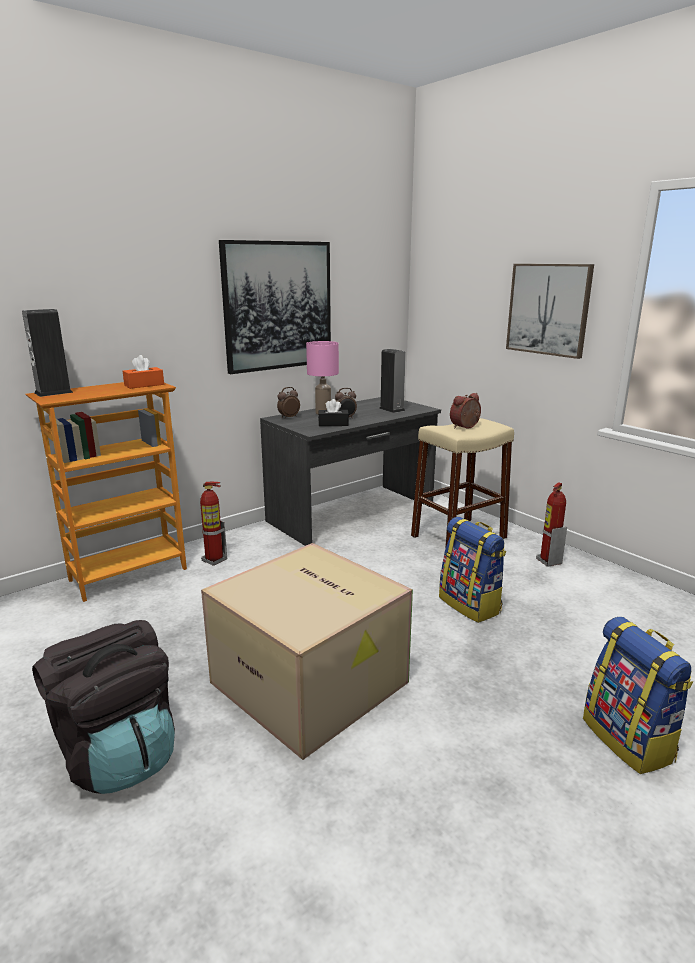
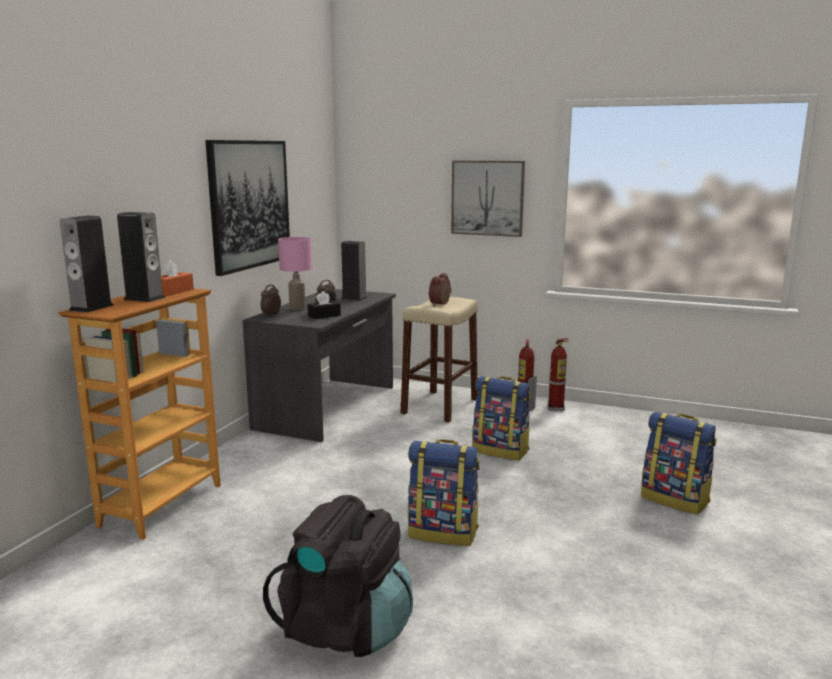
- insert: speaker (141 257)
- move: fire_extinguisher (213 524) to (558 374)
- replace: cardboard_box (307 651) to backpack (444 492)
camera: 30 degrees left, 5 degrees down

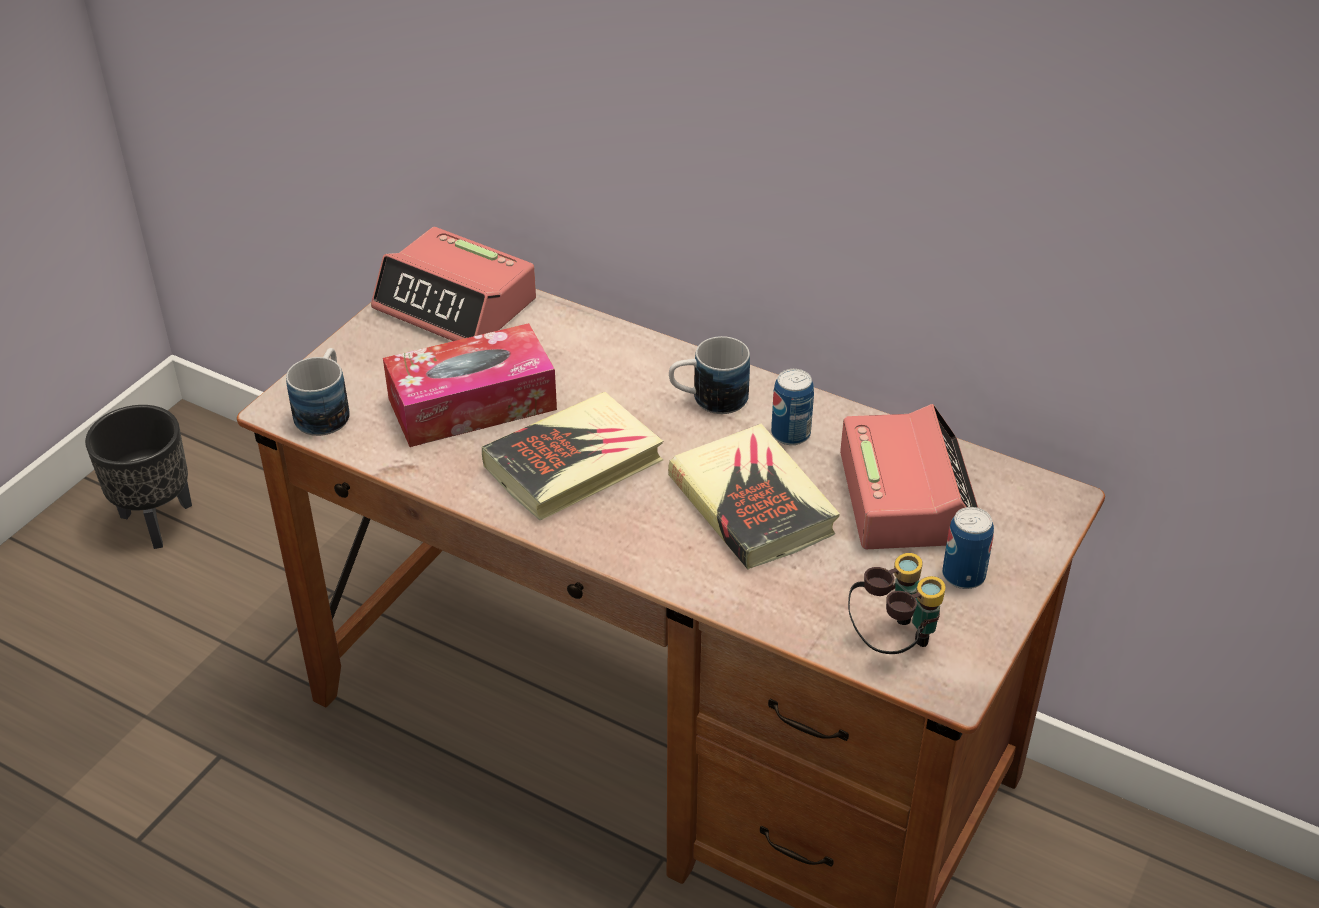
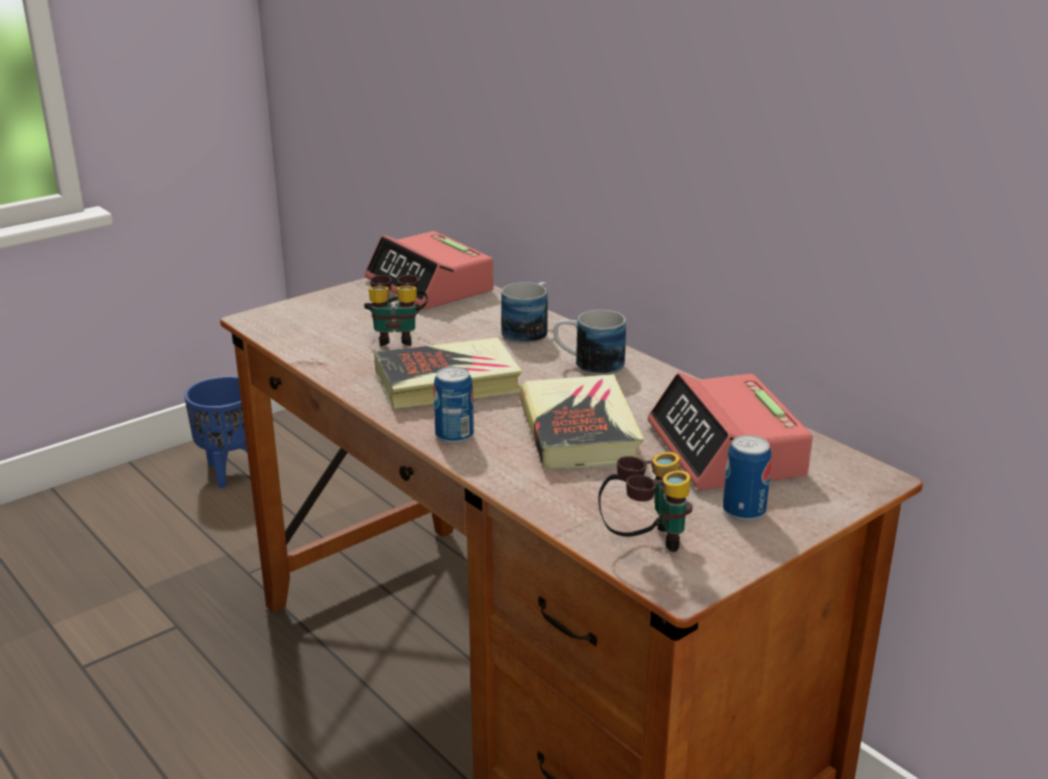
- move: mug (318 392) to (524 313)
- move: can (792 407) to (454 405)
- replace: tissue_box (470 385) to binoculars (396 310)
- recolor: black_planter (138 477) to blue_planter (215 432)
- rotate: alarm_clock (909 476) = (730 431) 150 degrees clockwise
camera: 20 degrees right, 15 degrees down

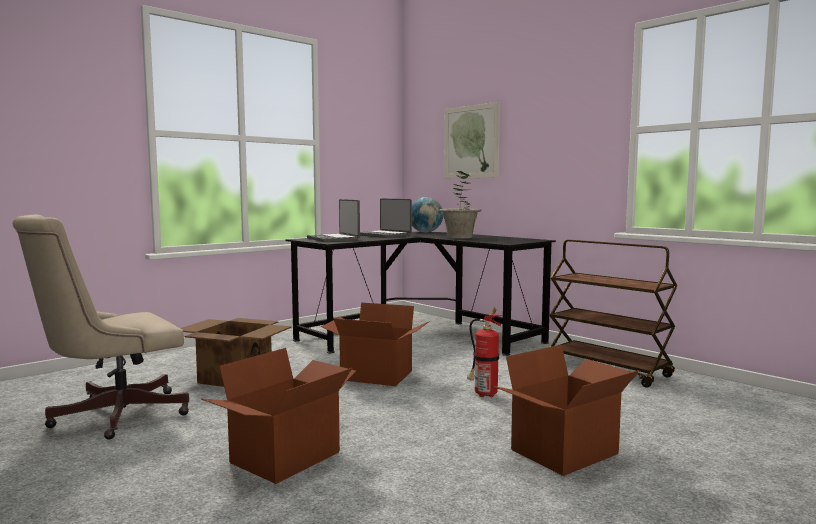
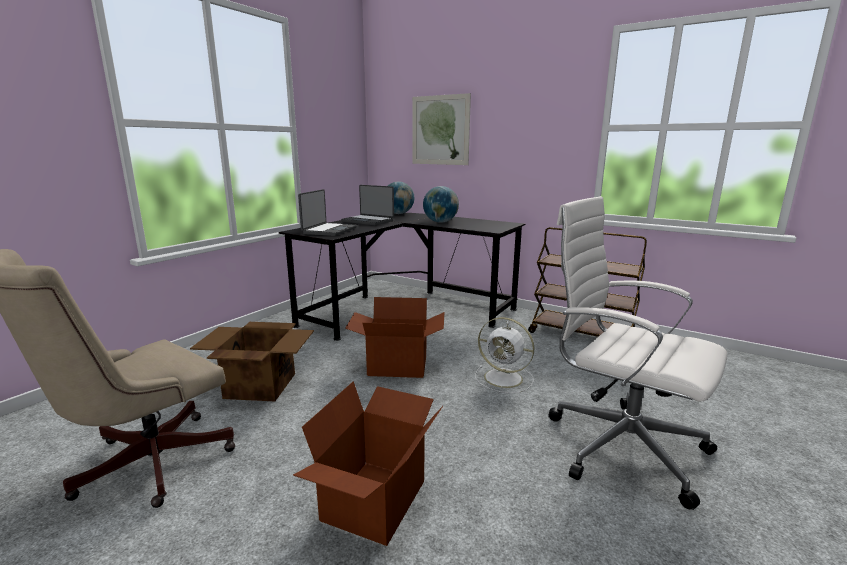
- replace: potted_plant (460 205) to globe (441 204)
- replace: fire_extinguisher (484 352) to white_fan (504 355)
- replace: cardboard_box (566 410) to white_office_chair (637 353)
- rotate: laptop (333 220) = (327 212) 120 degrees counterclockwise
camera: 15 degrees left, 10 degrees up

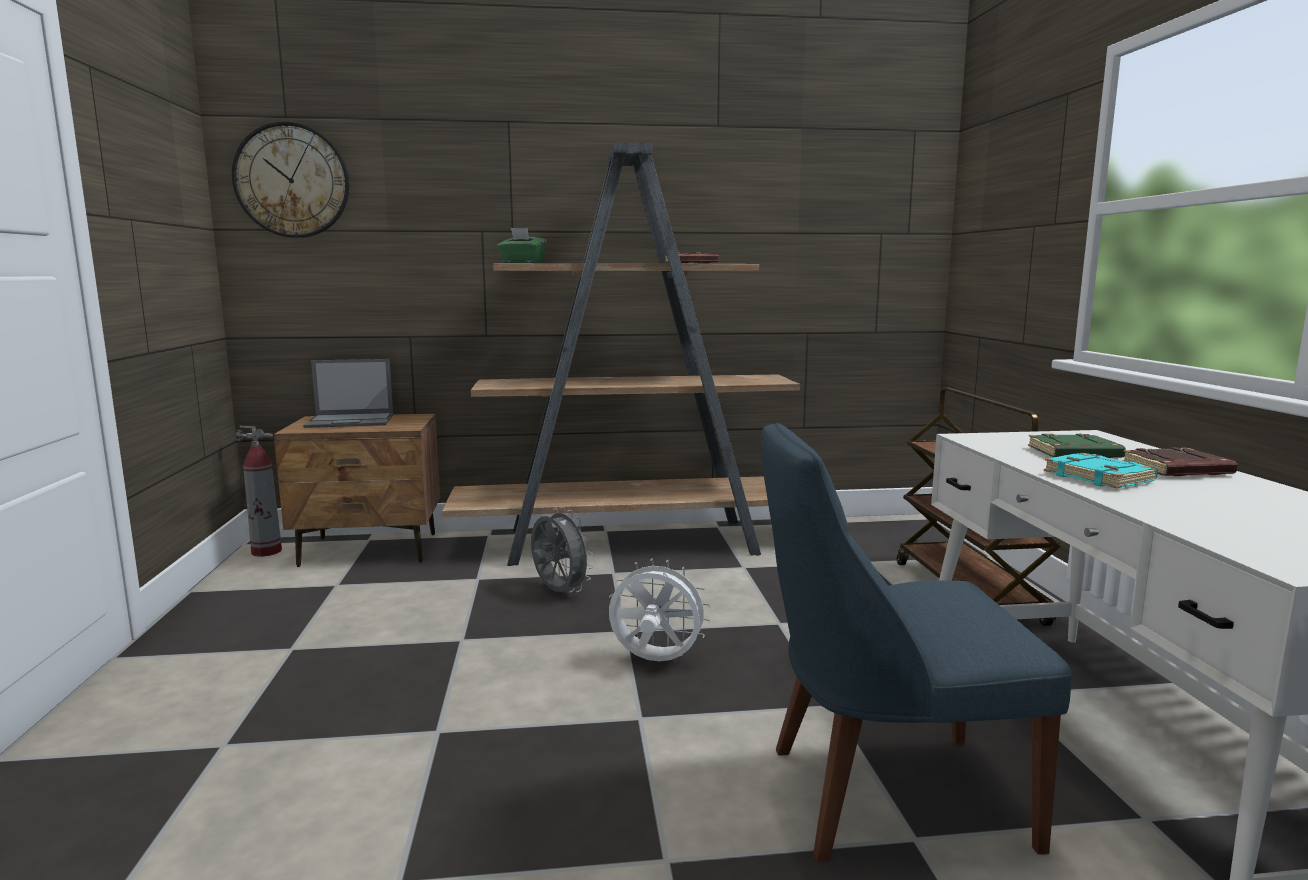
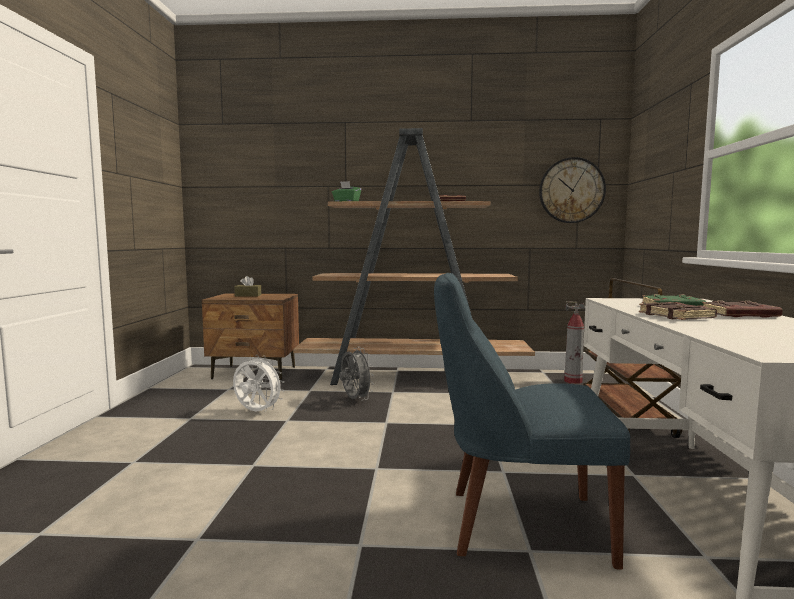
- move: wall_clock (291 179) to (572 190)
- move: fire_extinguisher (259 491) to (574 342)
- move: white_fan (660 609) to (259 383)
- replace: laptop (348 393) to brown_tissue_box (247 286)
- recolor: turquoise_book (1101 471) to brown_book (678 311)
camera: 10 degrees right, 5 degrees down

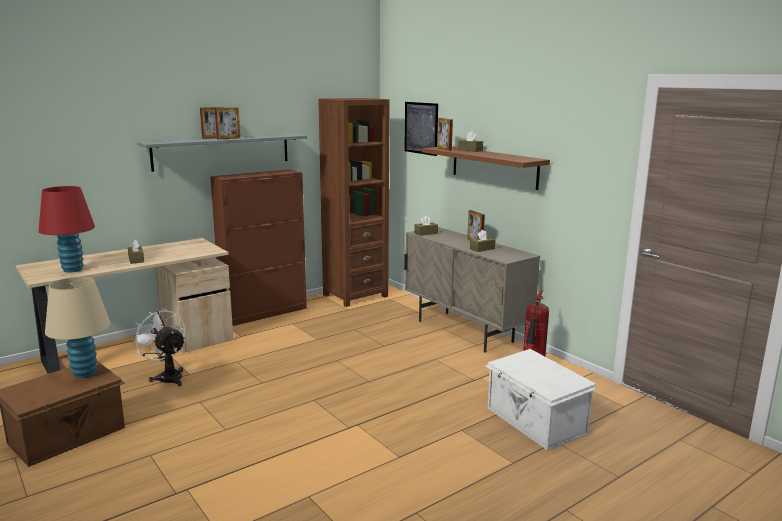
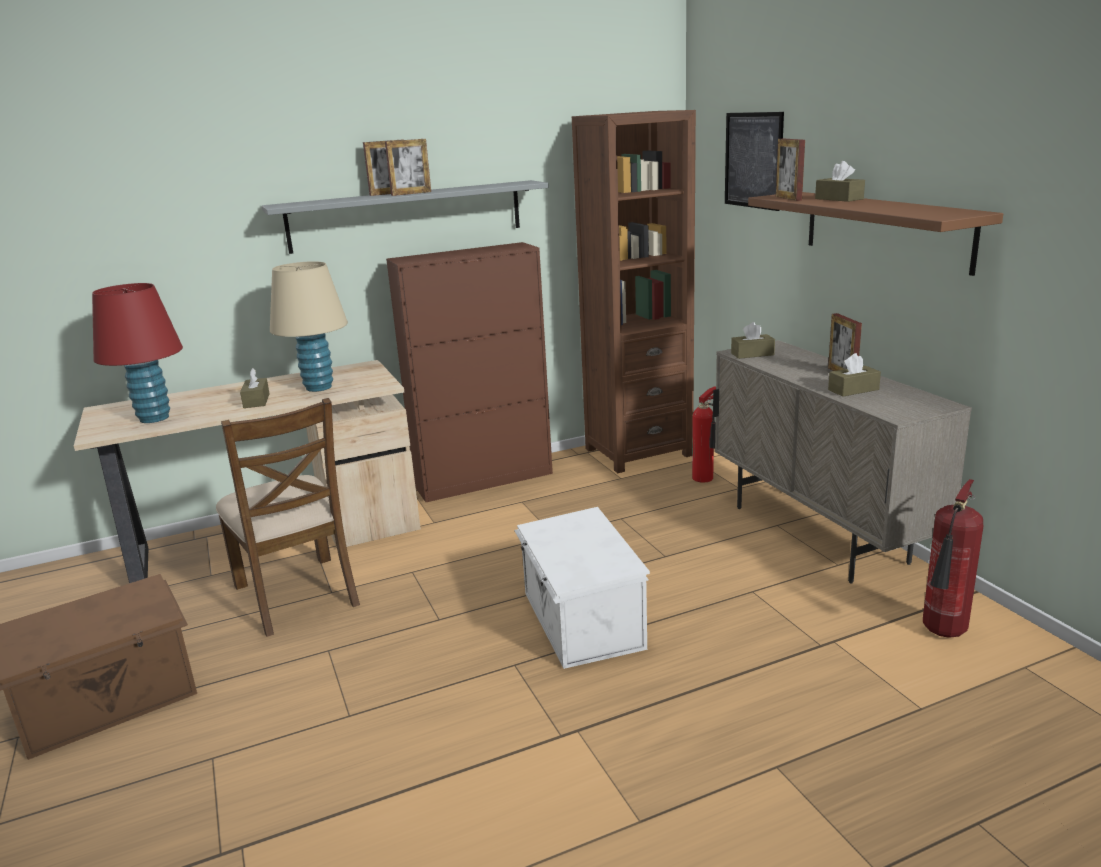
- insert: fire_extinguisher (704 434)
- move: beige_table_lamp (78 327) to (309 326)
- move: white_storage_box (541 399) to (582 588)
- replace: white_fan (158 347) to brown_chair (288 517)
camera: 15 degrees right, 5 degrees up

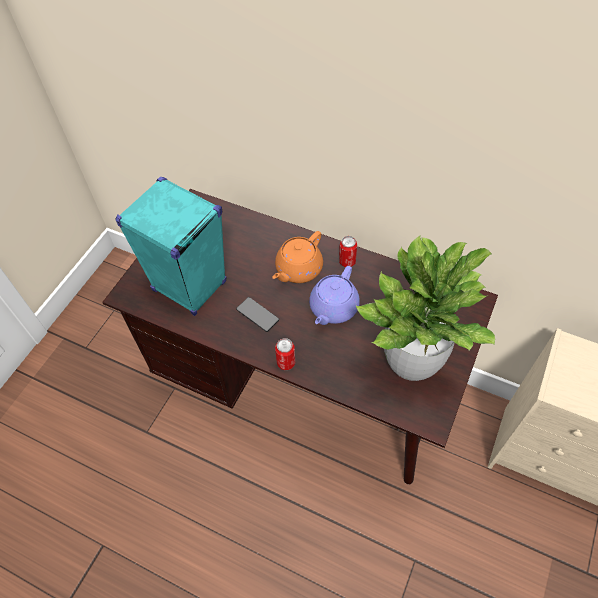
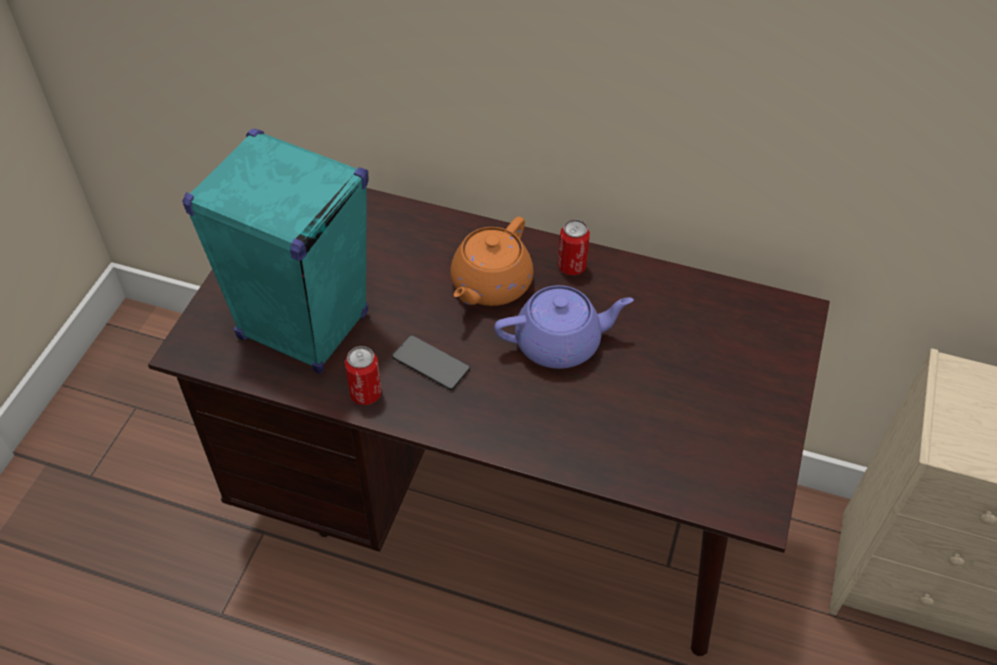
- delete: potted_plant (425 308)
- move: can (285 354) to (363 375)
- rotate: purple_teapot (334 295) = (564 327) 120 degrees counterclockwise
camera: 10 degrees left, 5 degrees down

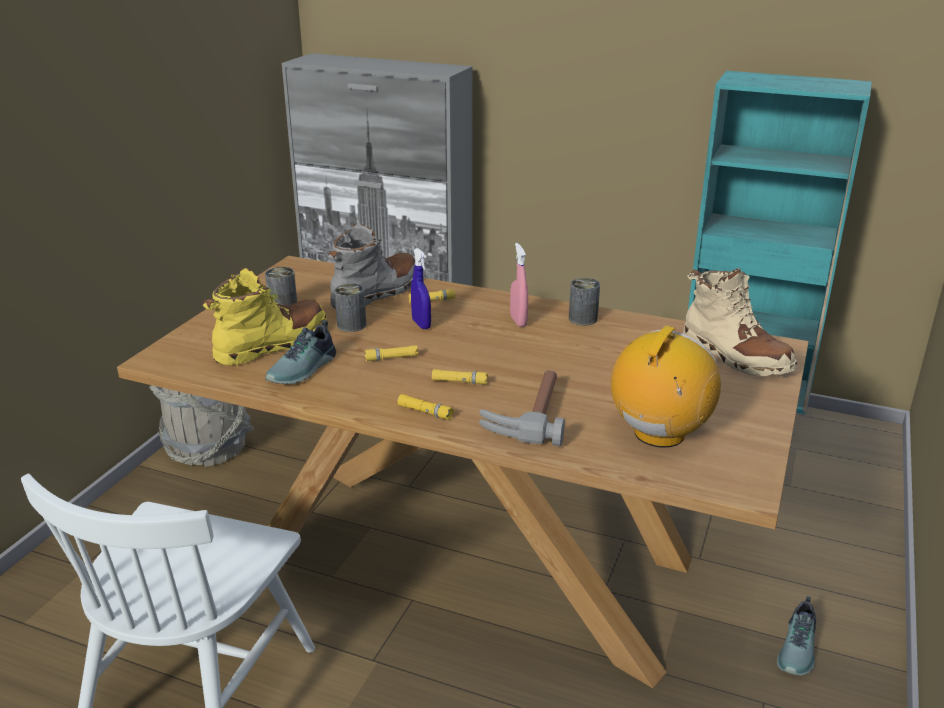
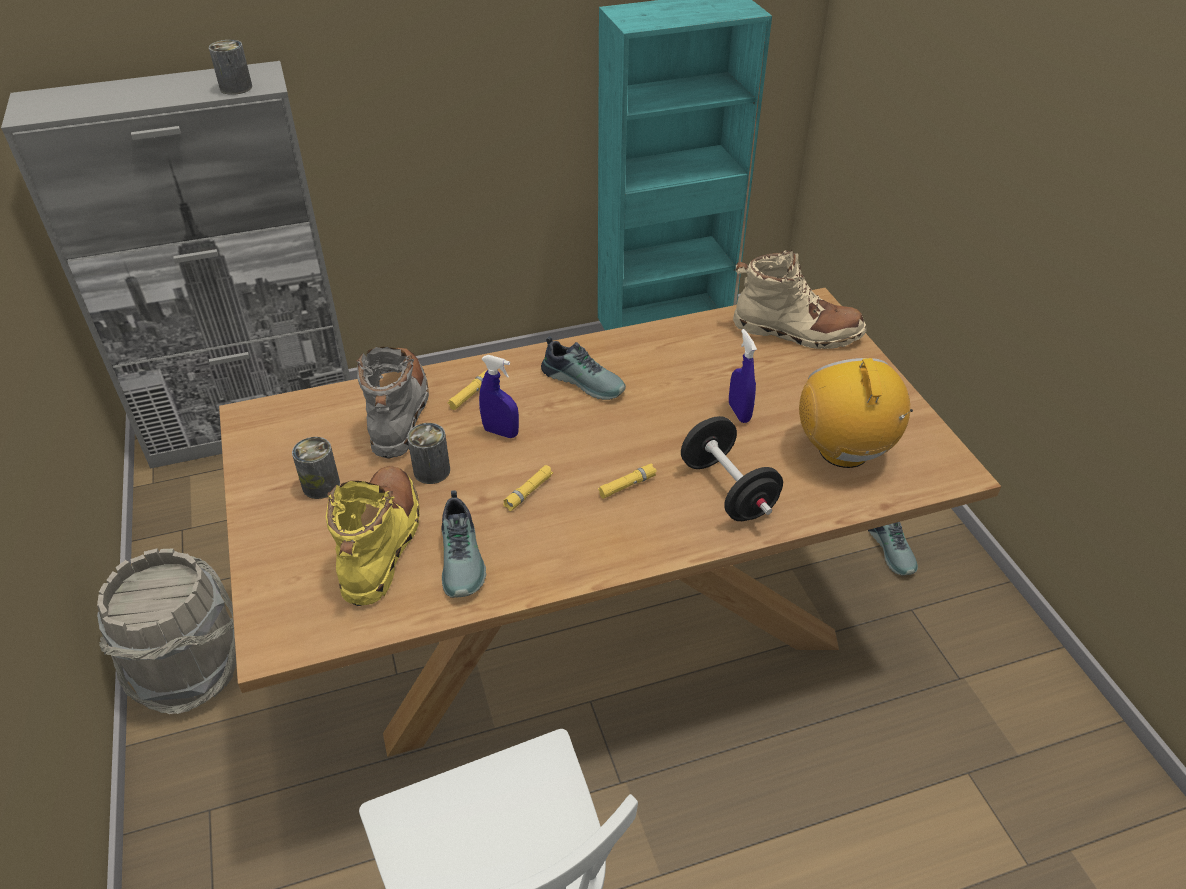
- delete: yellow_flashlight (426 407)
- insert: blue_spray_bottle (743 376)
- move: can (584 301) to (230 67)
- replace: hammer (522 408) to black_dumbbell (732 468)
- replace: pink_spray_bottle (519 285) to shoe (583 368)
camera: 40 degrees left, 15 degrees up

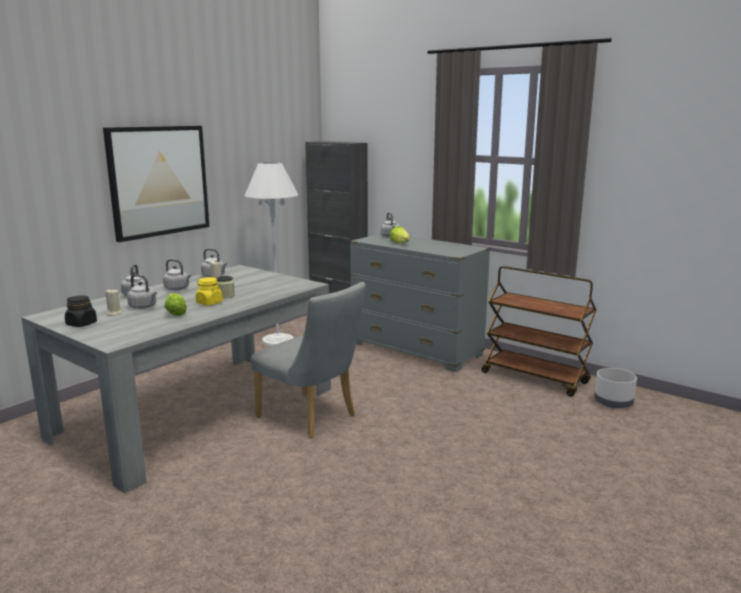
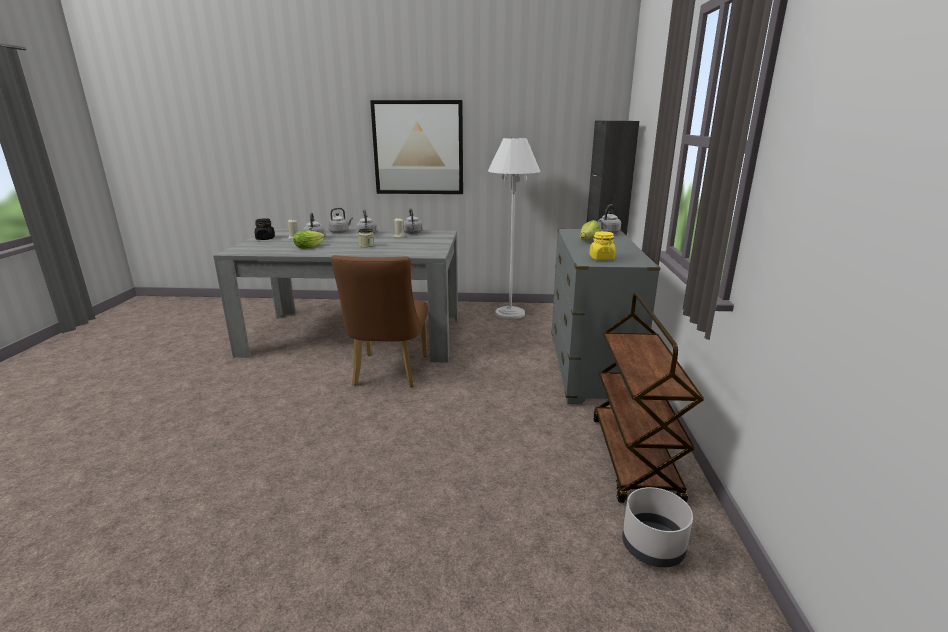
- move: yellow_jar (209 291) to (602 245)
- recolor: grey_chair (308 360) to brown_chair (379 321)
camera: 55 degrees right, 5 degrees up

